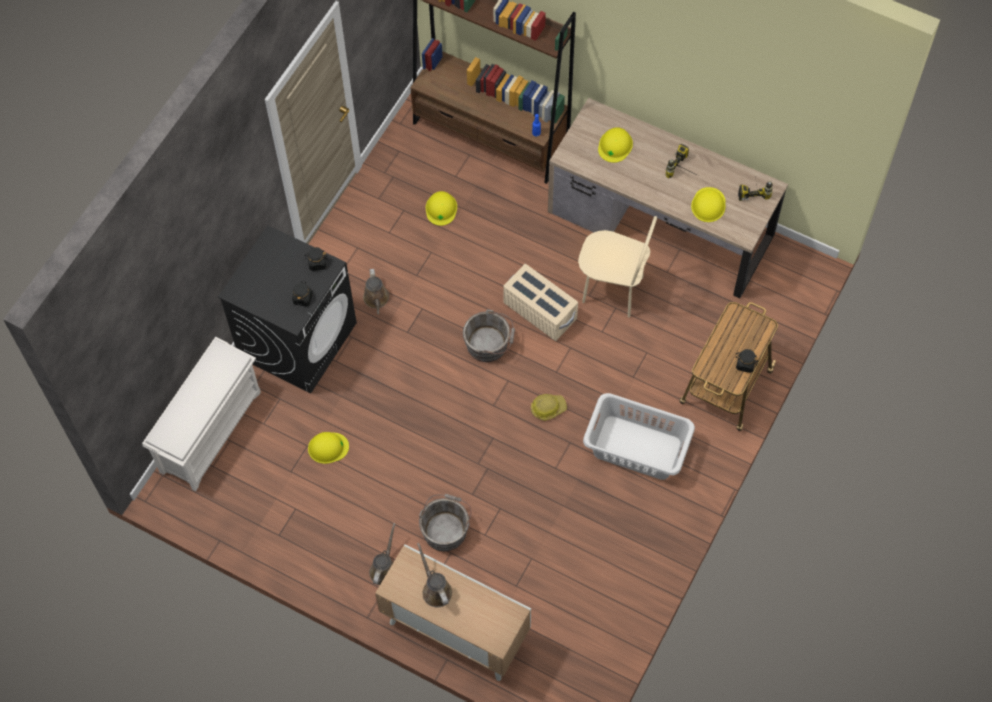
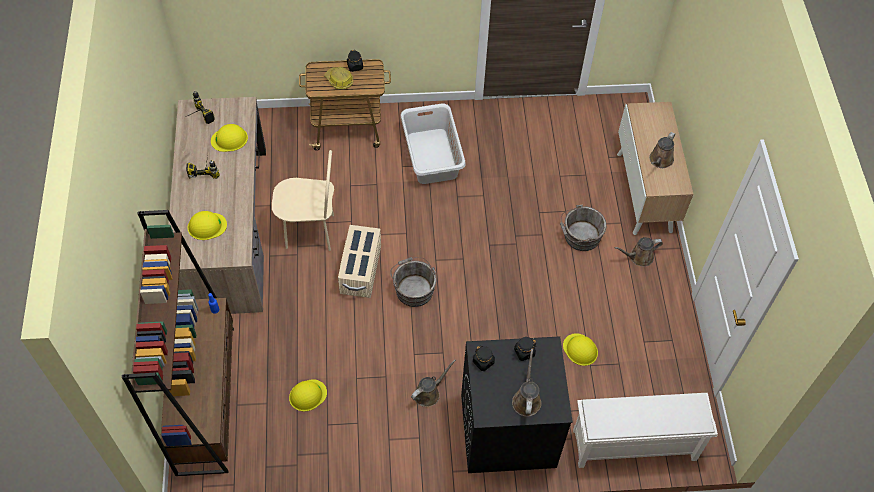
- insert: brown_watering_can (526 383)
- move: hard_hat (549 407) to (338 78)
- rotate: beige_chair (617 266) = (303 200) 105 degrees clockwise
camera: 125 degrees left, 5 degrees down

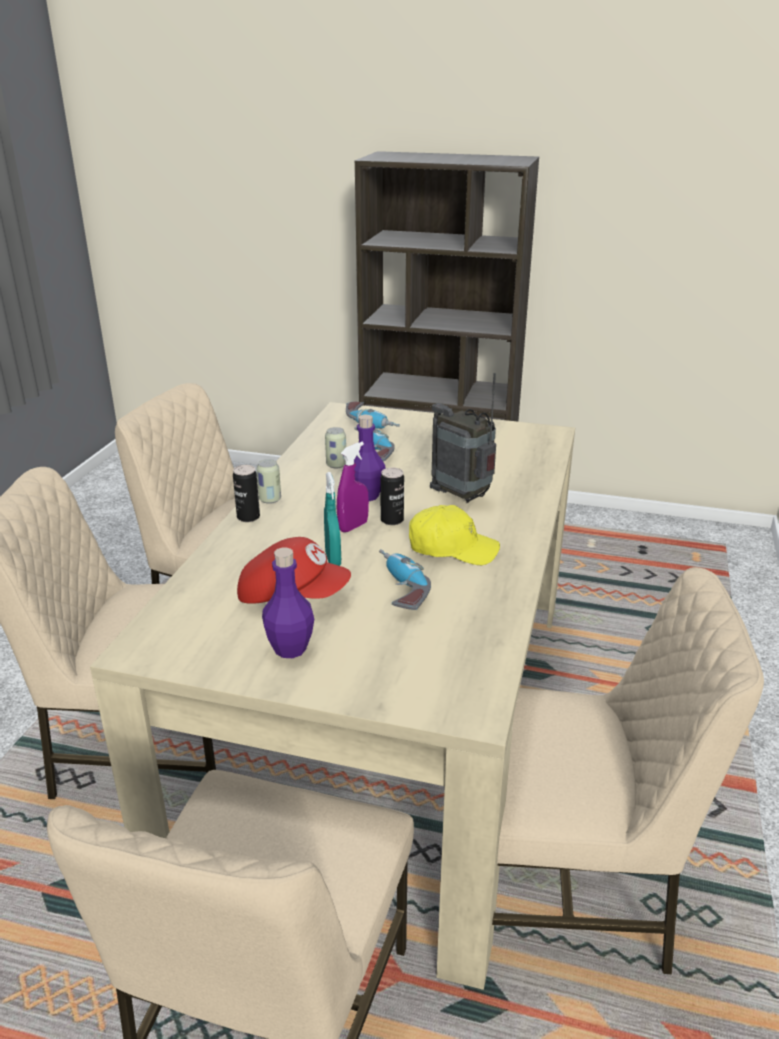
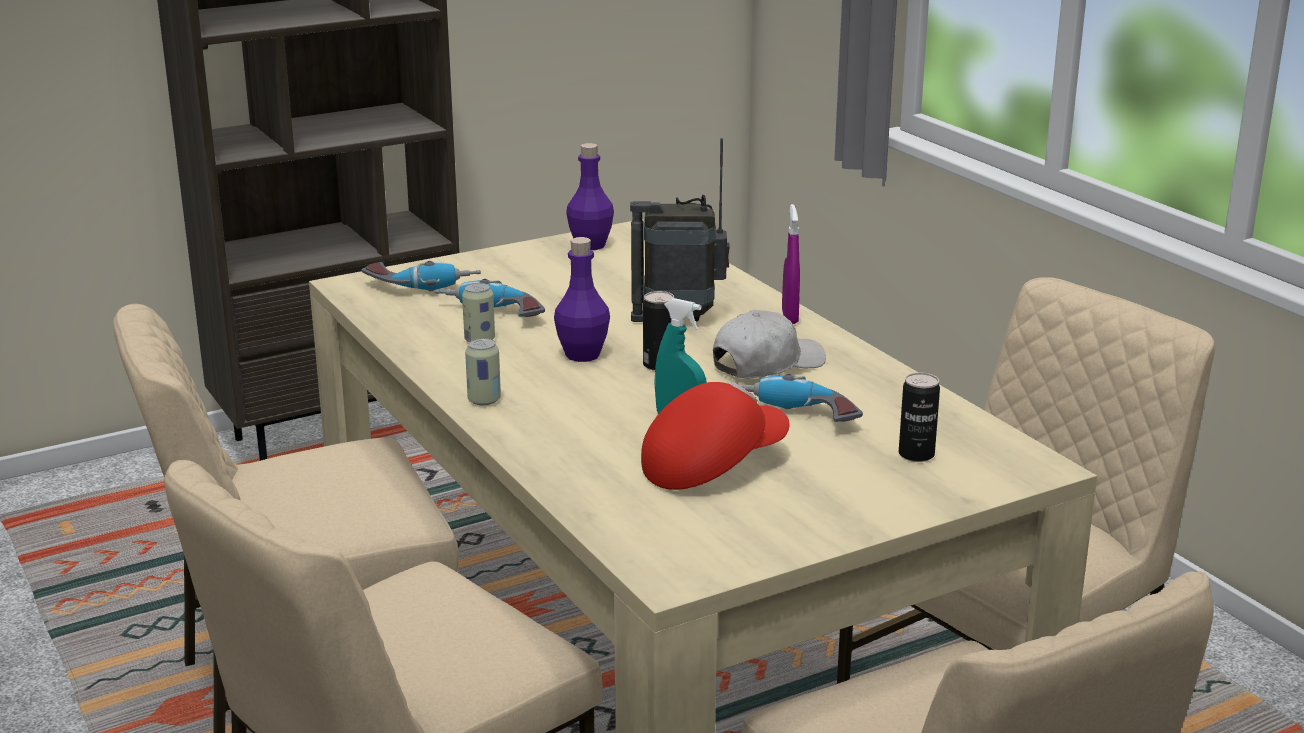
- move: can (246 493) to (919 417)
- move: purple_bottle (288 602) to (590 196)
- move: purple_spray_bottle (353 487) to (791 264)
- recolor: yellow_cap (454 535) to white_cap (769 344)
camera: 45 degrees left, 5 degrees down

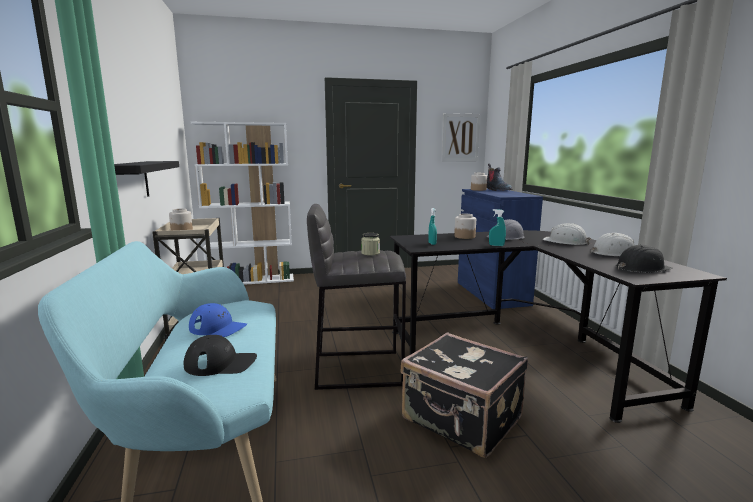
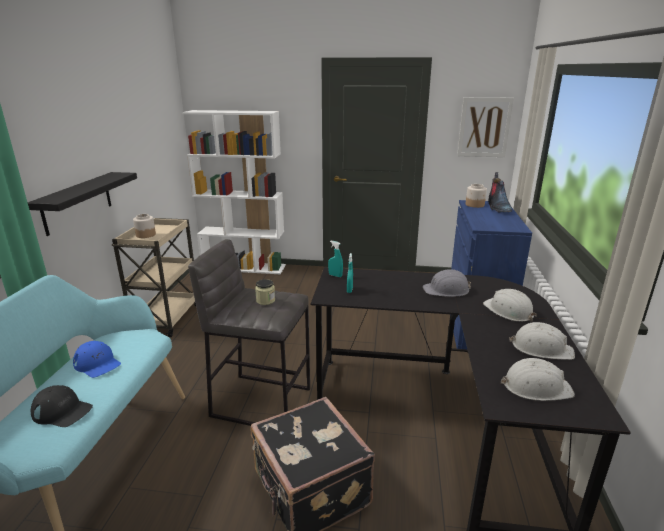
- delete: jar (465 226)
- move: turquoise_spray_bottle (497 227) to (335 258)
- recolor: black_hard_hat (644 259) to white_hard_hat (538 379)
camera: 20 degrees right, 10 degrees up

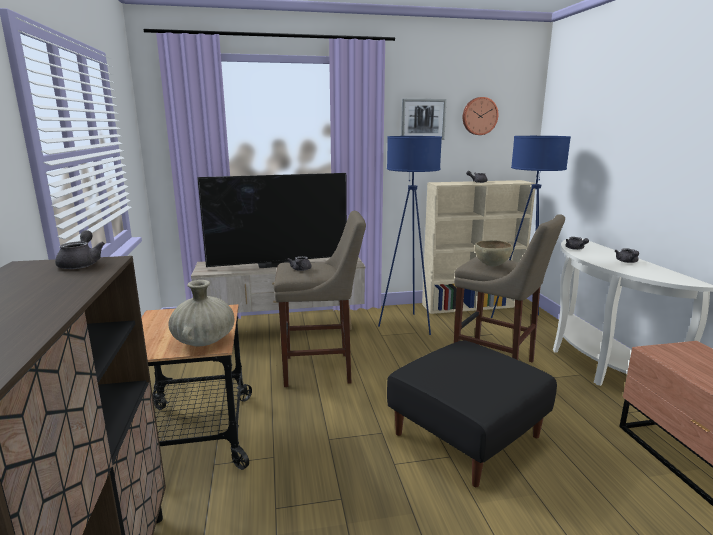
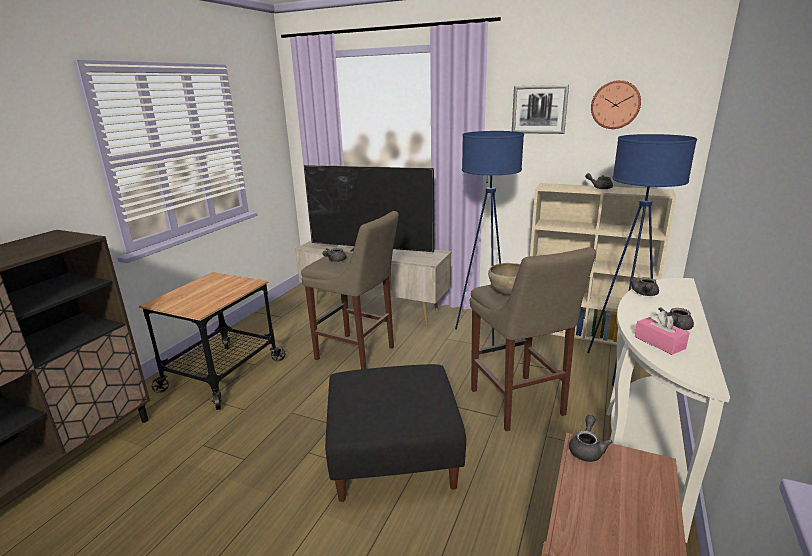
- delete: beige_vase (201 313)
- insert: pink_tissue_box (662 333)
- move: grey_teapot (80 249) to (590 438)
camera: 35 degrees right, 5 degrees up

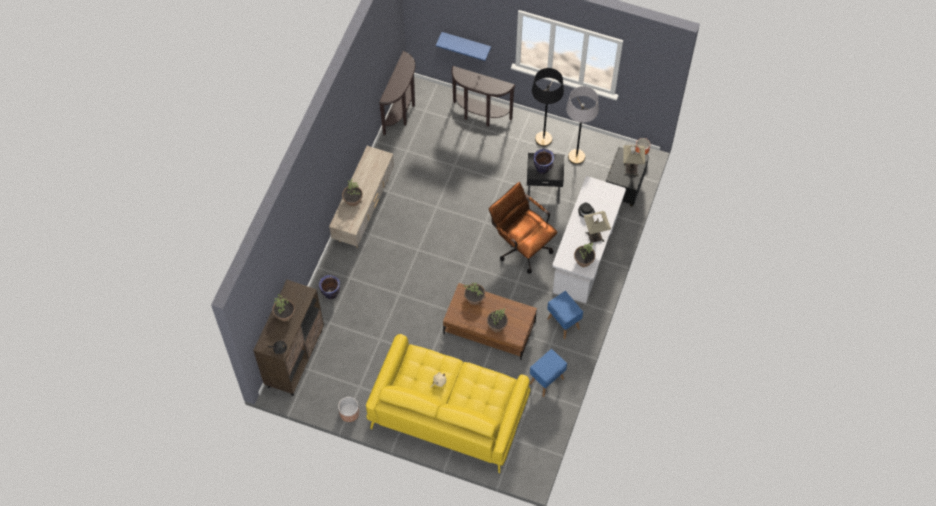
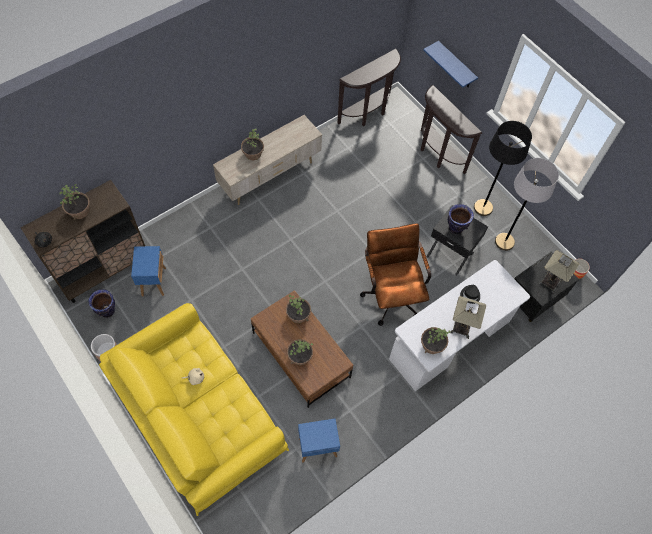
- move: vase (329 287) to (101 303)
- move: blue_side_table (565 315) to (148 271)
camera: 30 degrees right, 0 degrees up

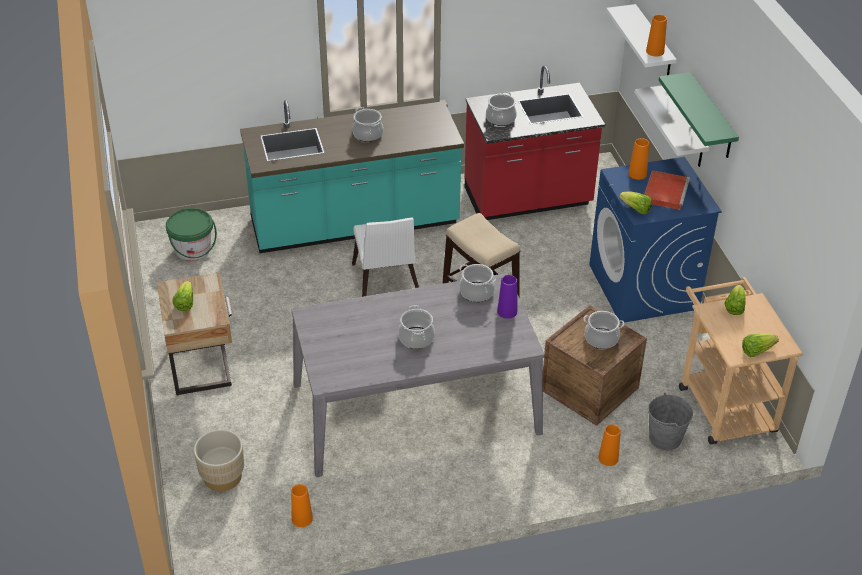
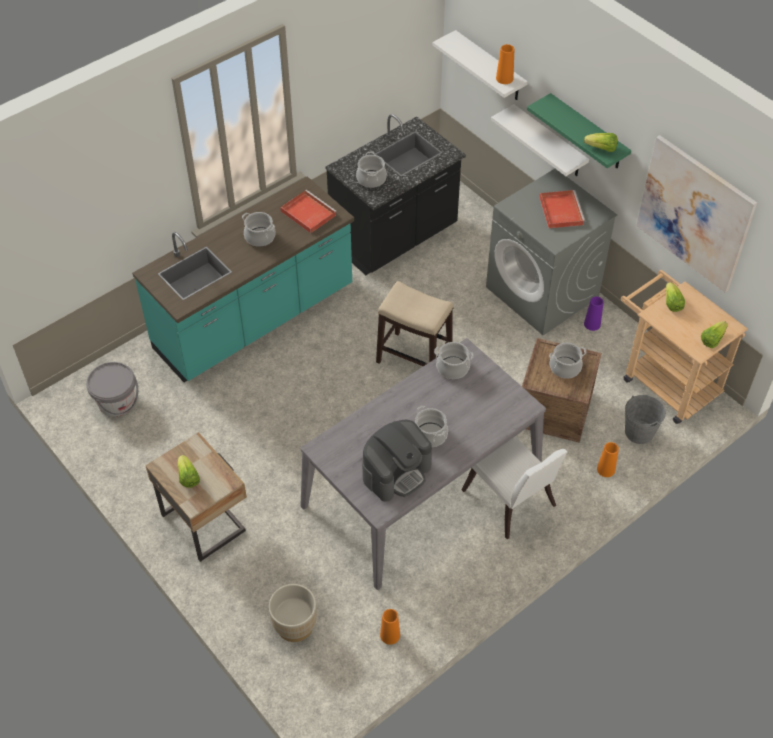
- delete: orange_vase (638 159)
- insert: red_tray (308 211)
- insert: coffee_machine (397 461)
- insert: picture (696 213)
- move: white_chair (385 257) to (515 488)
- move: purple_vase (507 297) to (594 313)
- move: lettuce (635 203) to (601 142)
- recolor: green_bucket (191 234) to grey_bucket (112 389)
- recolor: red_counter (535 142) to black_counter (396 194)
- recolor: blue_washing_machine (655 240) to grey_washing_machine (551 252)
camera: 25 degrees left, 10 degrees up

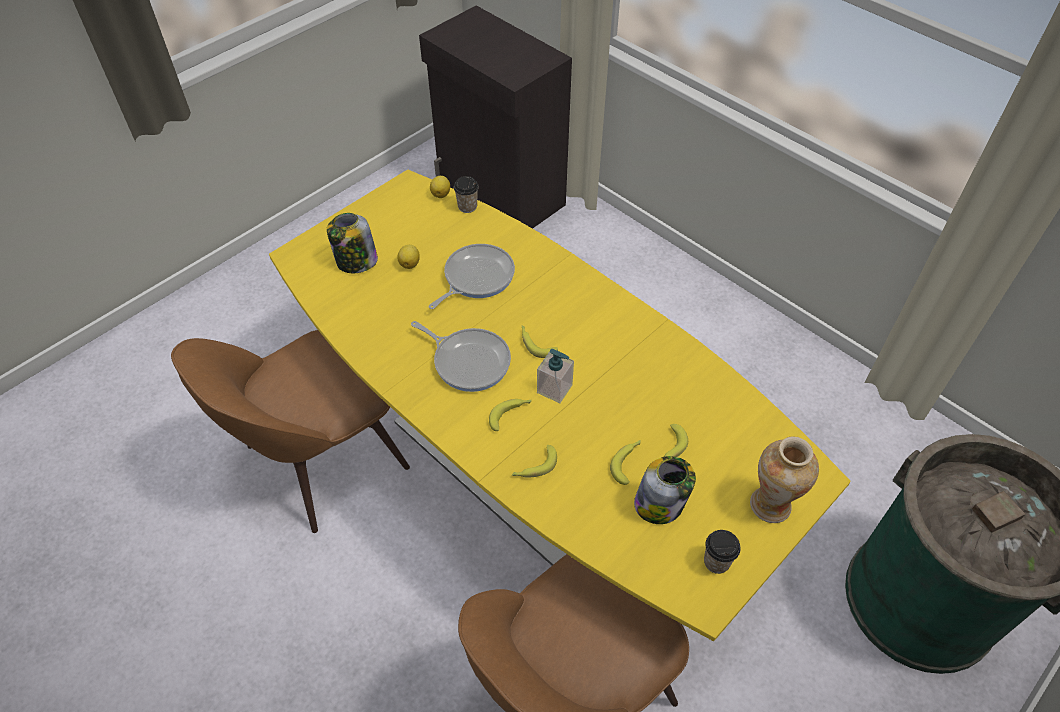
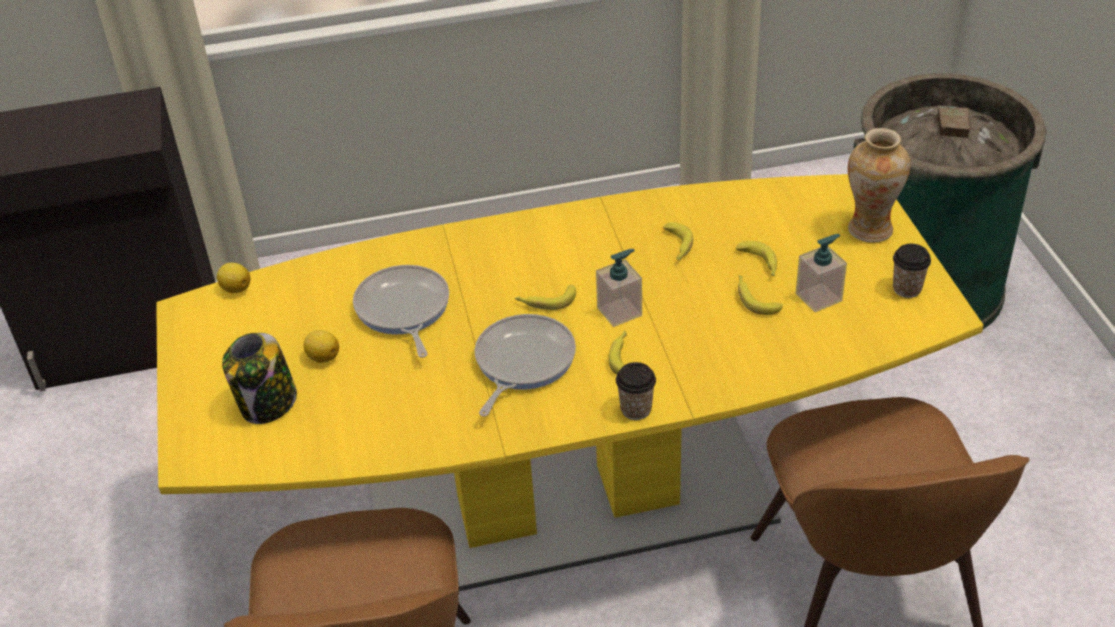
- move: cup (466 194) to (636 391)
- move: banana (534 461) to (678 241)
- replace: jar (665 490) to soap_dispenser (821 273)
- rotate: frying_pan (461 356) = (525 365) 45 degrees counterclockwise
camera: 55 degrees left, 10 degrees down

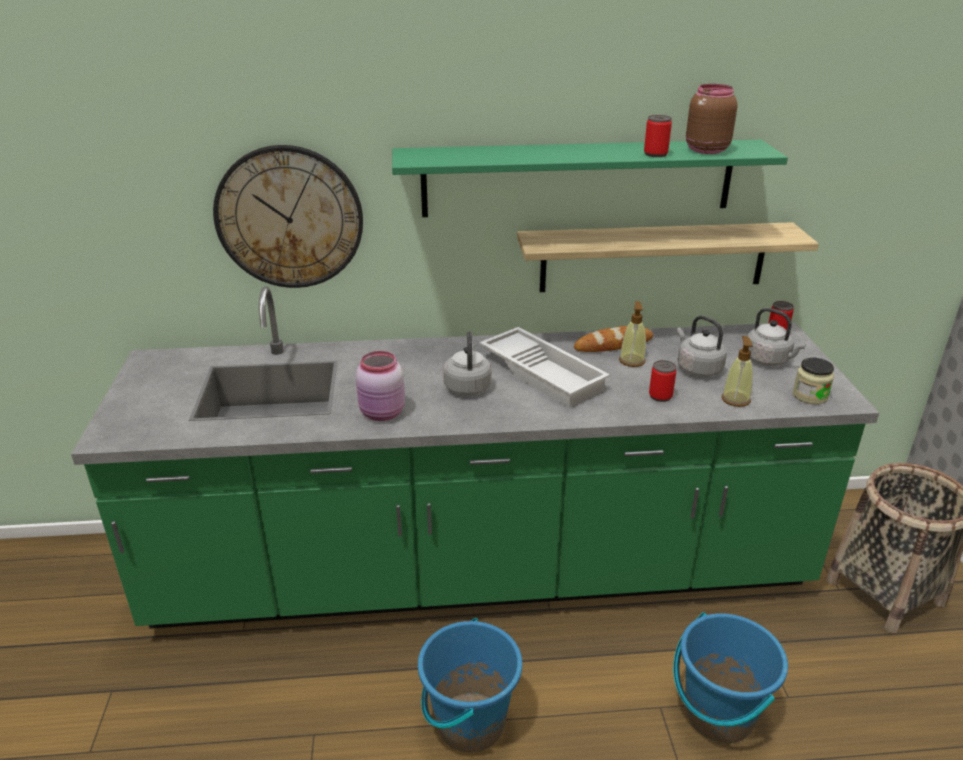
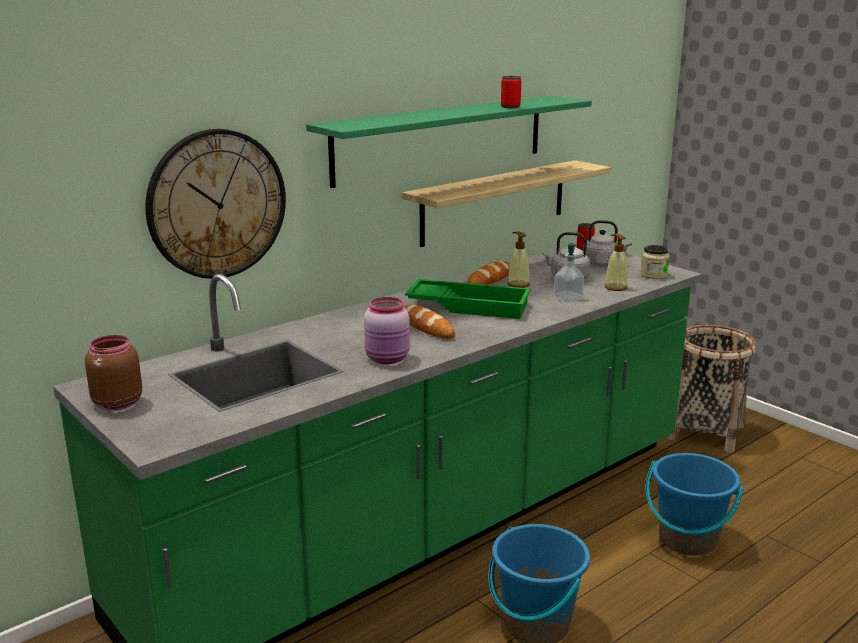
- move: brown_jar (712 119) to (113 373)
- replace: grey_kettle (467 363) to bread (429 322)
- replace: can (662 381) to soap_dispenser (569 272)
- recolor: white_tray (545 367) to green_tray (468 299)
camera: 35 degrees left, 10 degrees down

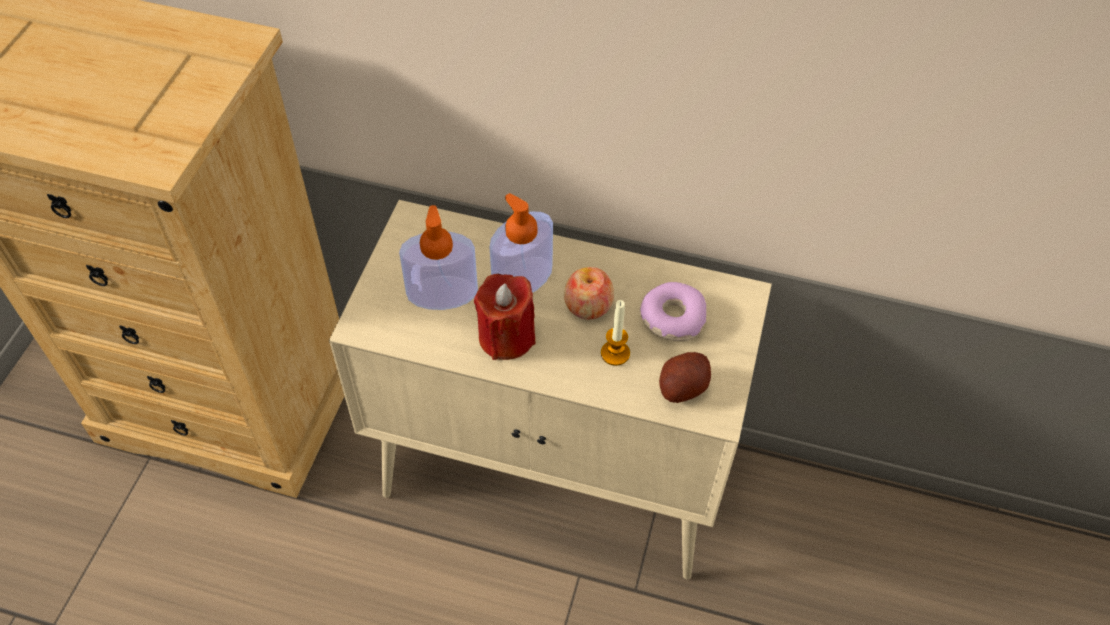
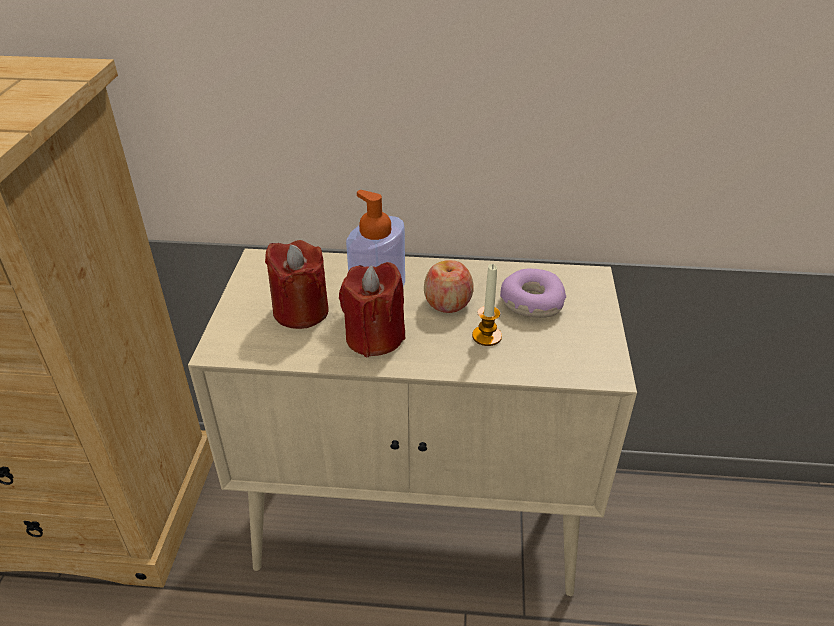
- delete: potato (685 377)
- replace: soap_dispenser (438 257) to red_candle (297 284)
camera: 10 degrees left, 15 degrees down

